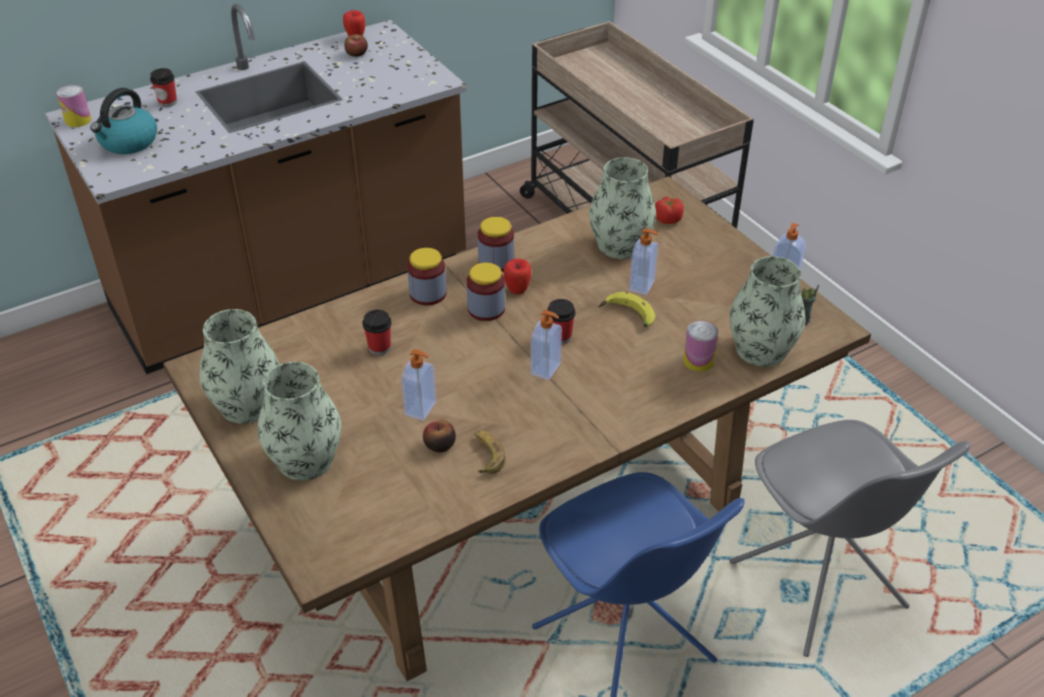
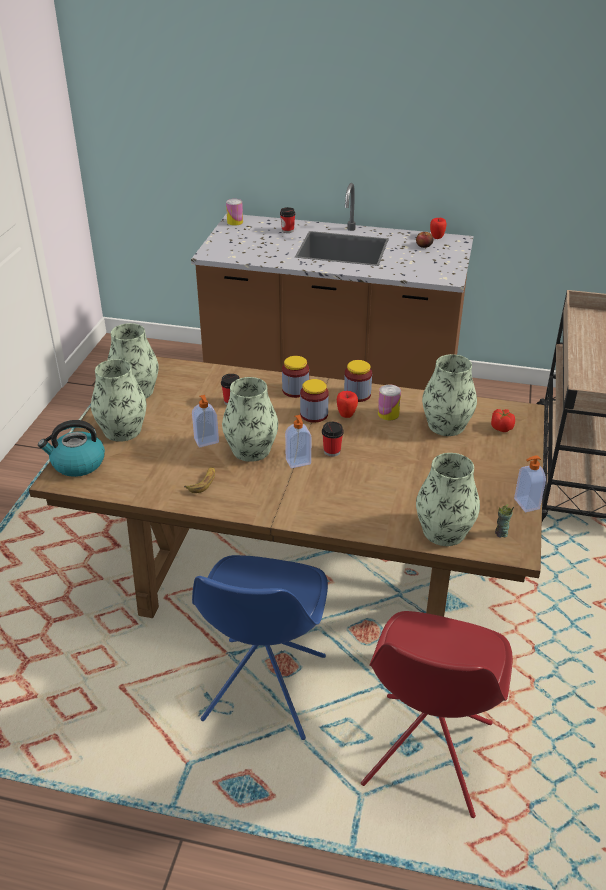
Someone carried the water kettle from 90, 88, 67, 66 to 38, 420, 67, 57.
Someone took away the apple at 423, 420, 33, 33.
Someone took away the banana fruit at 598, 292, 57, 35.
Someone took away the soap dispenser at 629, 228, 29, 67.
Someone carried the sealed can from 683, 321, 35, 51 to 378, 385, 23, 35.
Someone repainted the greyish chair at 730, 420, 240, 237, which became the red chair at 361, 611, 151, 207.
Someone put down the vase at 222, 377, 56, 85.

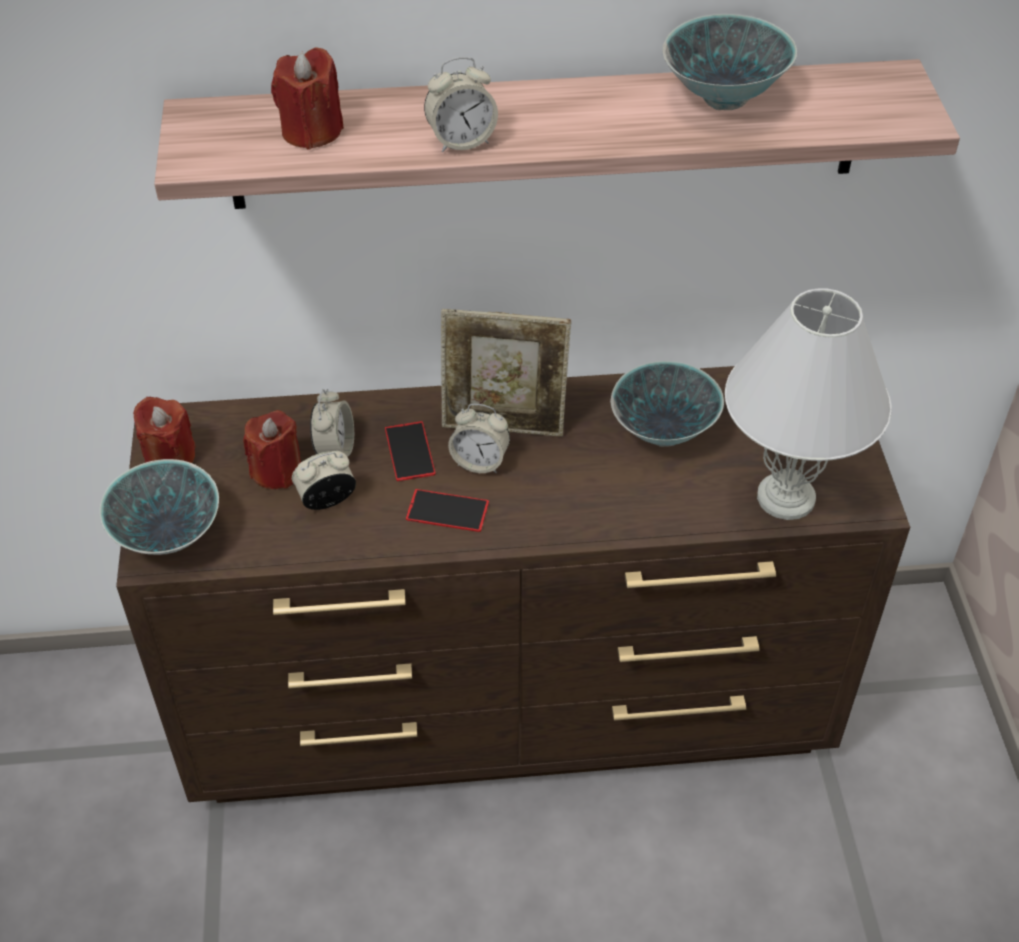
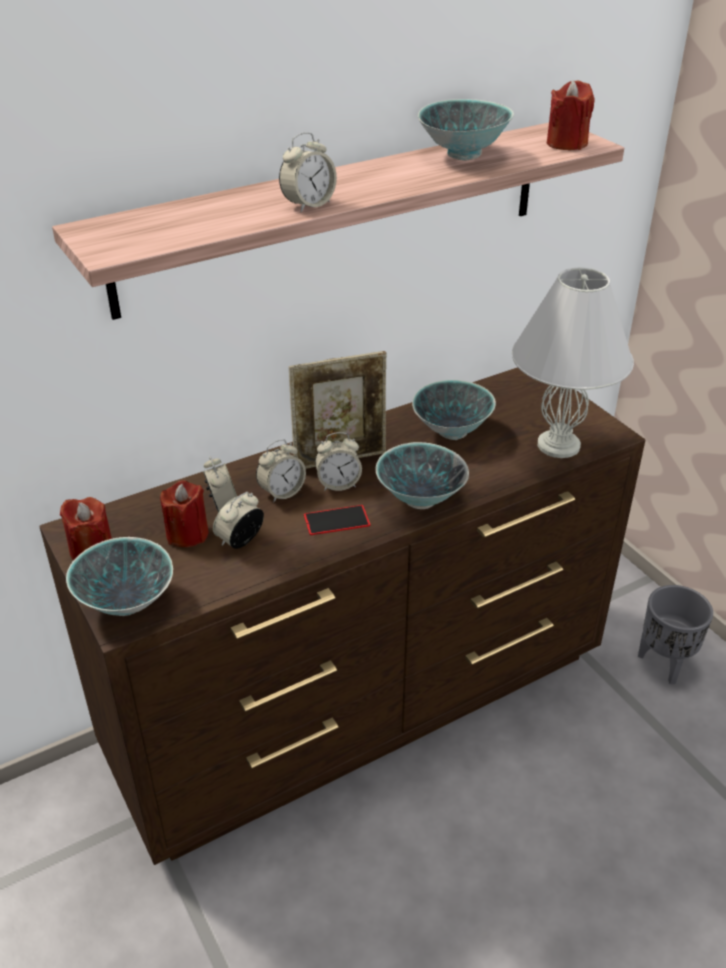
Someone carried the red candle from 271, 48, 73, 102 to 547, 80, 48, 70.
Someone swapped the handset at 385, 421, 51, 60 for the alarm clock at 256, 439, 50, 64.
Someone put down the bowl at 376, 442, 93, 67.
Someone put down the greyish flower pot at 638, 585, 75, 99.

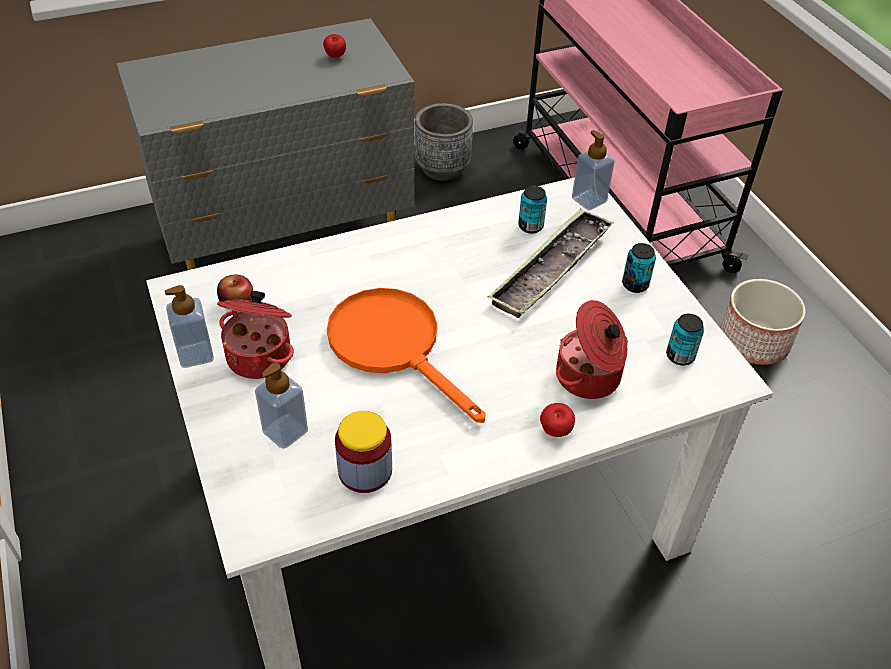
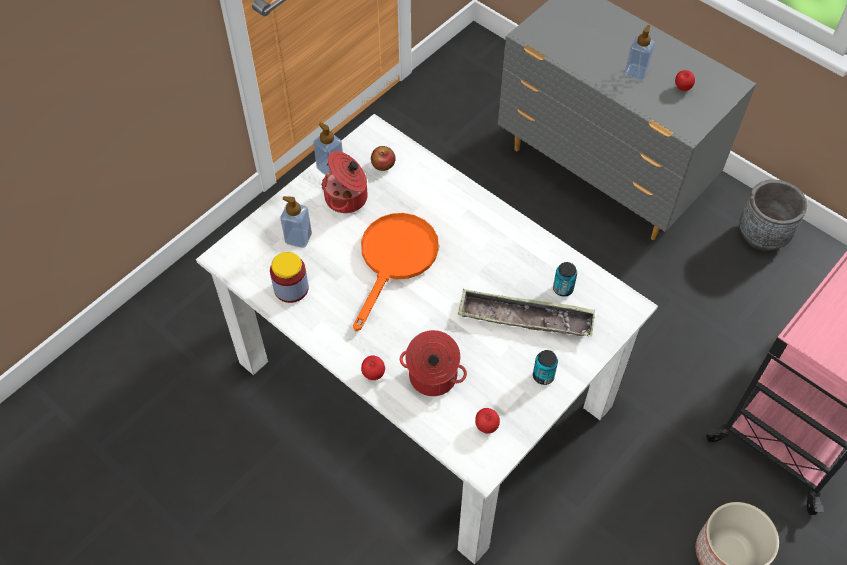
Someone carried the soap dispenser from 572, 130, 43, 80 to 625, 25, 30, 55.
Someone swapped the sealed can at 666, 314, 38, 51 for the apple at 475, 408, 25, 26.

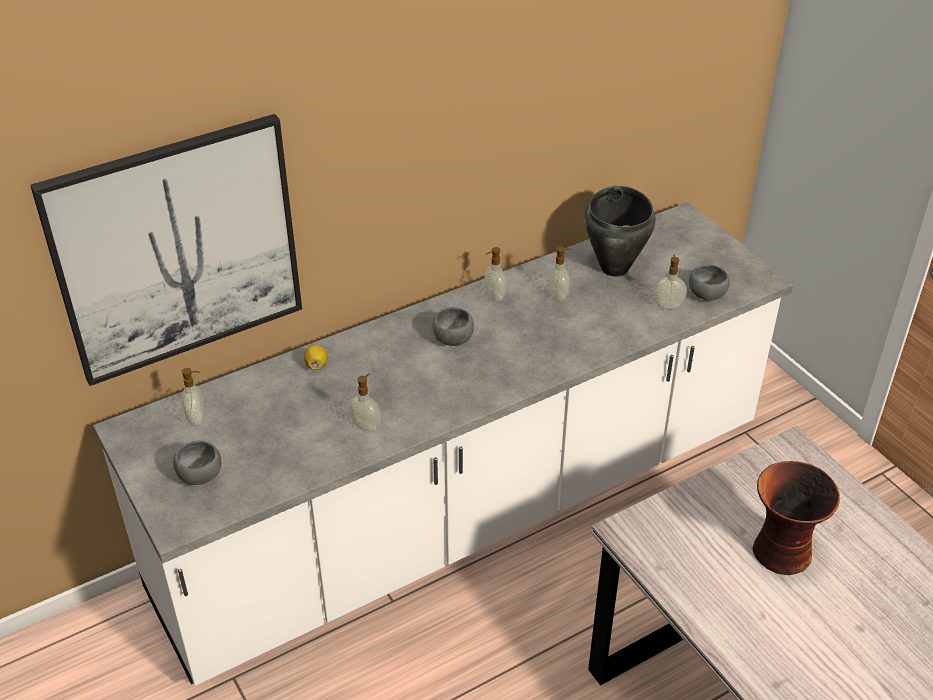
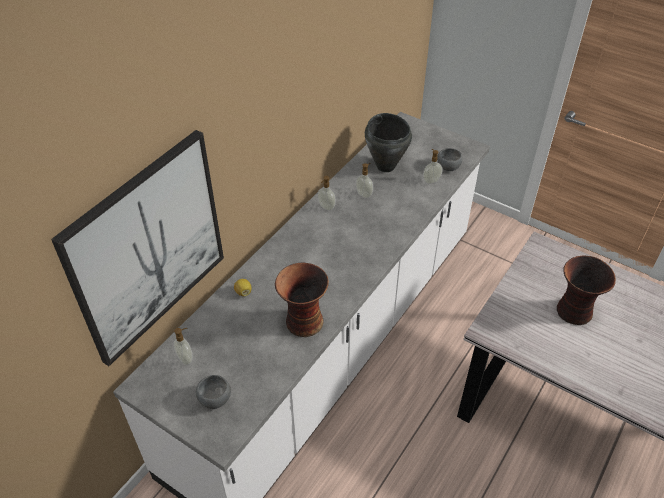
Someone swapped the soap dispenser at 349, 374, 32, 58 for the vase at 275, 263, 54, 74.
Someone took away the greyish bowl at 432, 307, 42, 39.

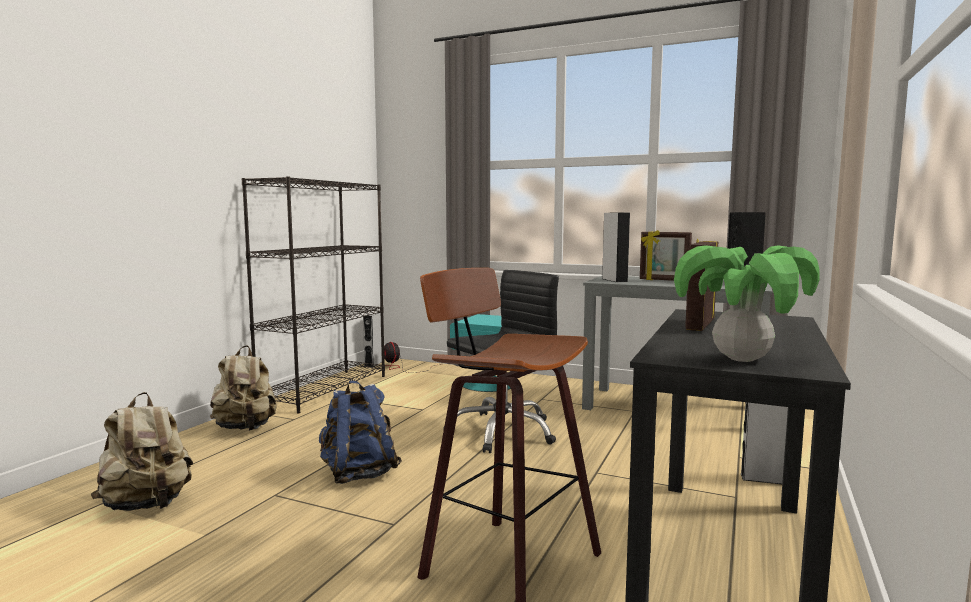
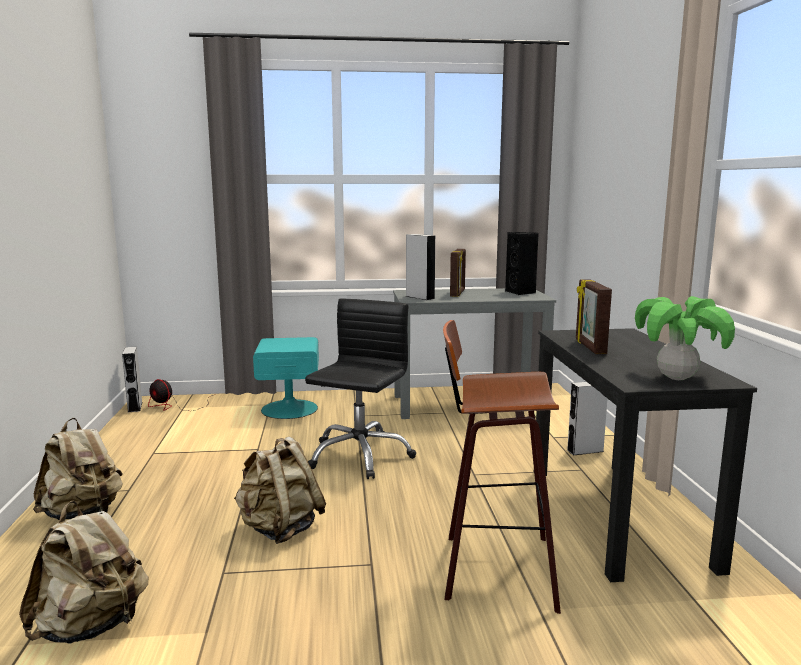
Someone took away the black-coloured shelving unit at 242, 176, 143, 238.
Someone repainted the bluish knapsack at 319, 381, 83, 103, which became the beige knapsack at 234, 437, 92, 107.
Someone rotated the picture frame at 640, 230, 52, 51 by 75 degrees counterclockwise.

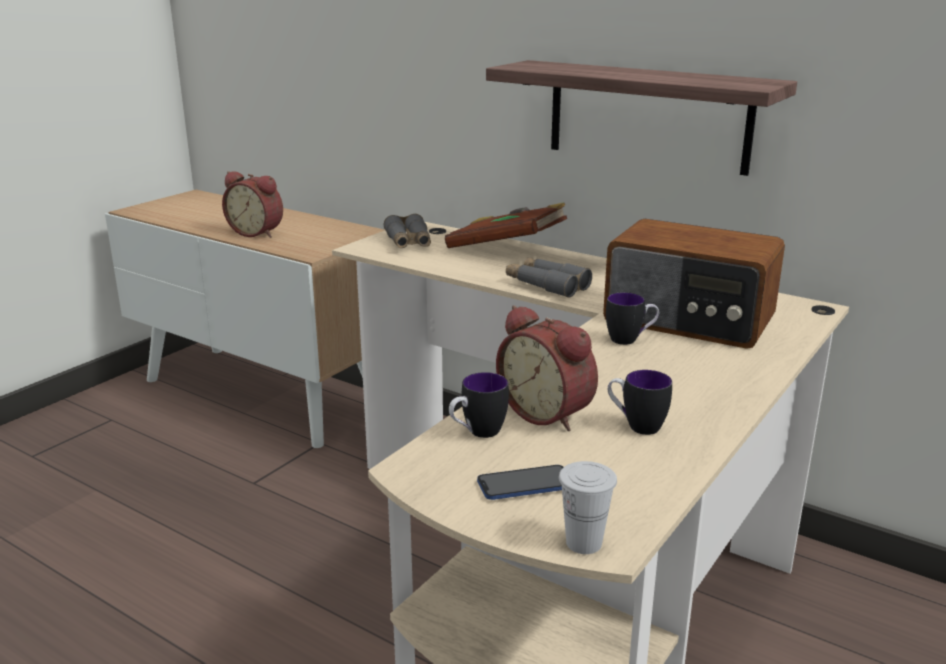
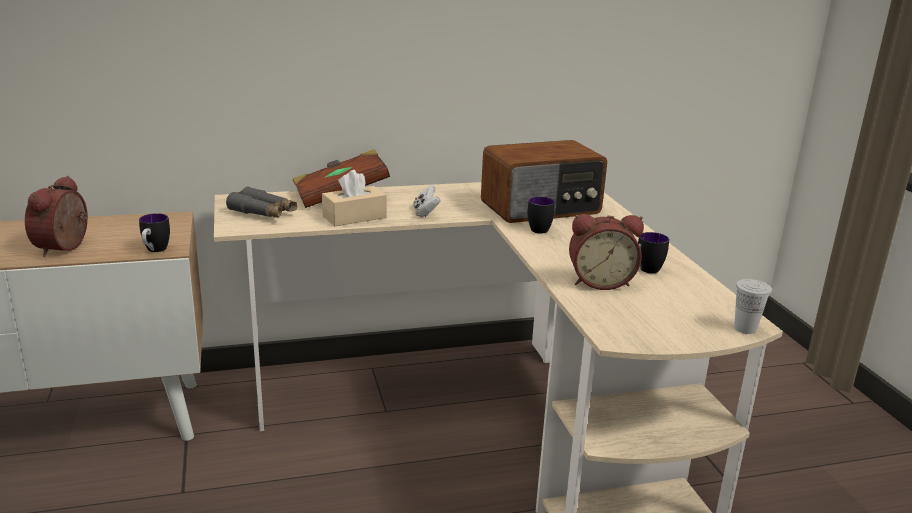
Someone rotated the alarm clock at 222, 171, 61, 67 by 120 degrees clockwise.
Someone carried the mug from 449, 372, 60, 66 to 139, 213, 31, 39.
Someone took away the handset at 477, 465, 86, 35.
Someone took away the shelf at 486, 60, 311, 116.
Someone swapped the greyish field glasses at 506, 258, 86, 40 for the white gamepad at 413, 185, 28, 32.
Someone put down the beige box of tissues at 322, 170, 65, 56.

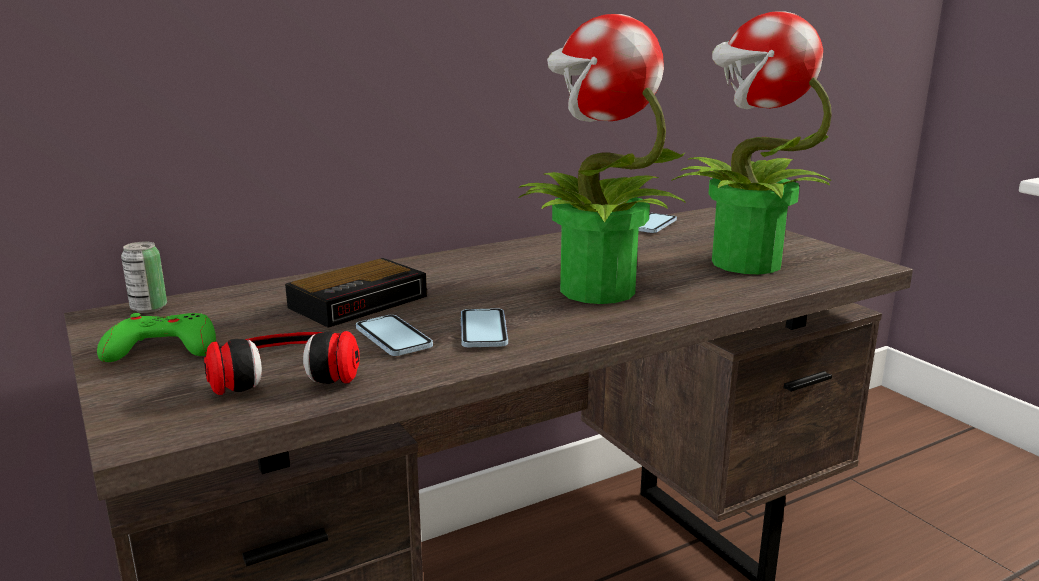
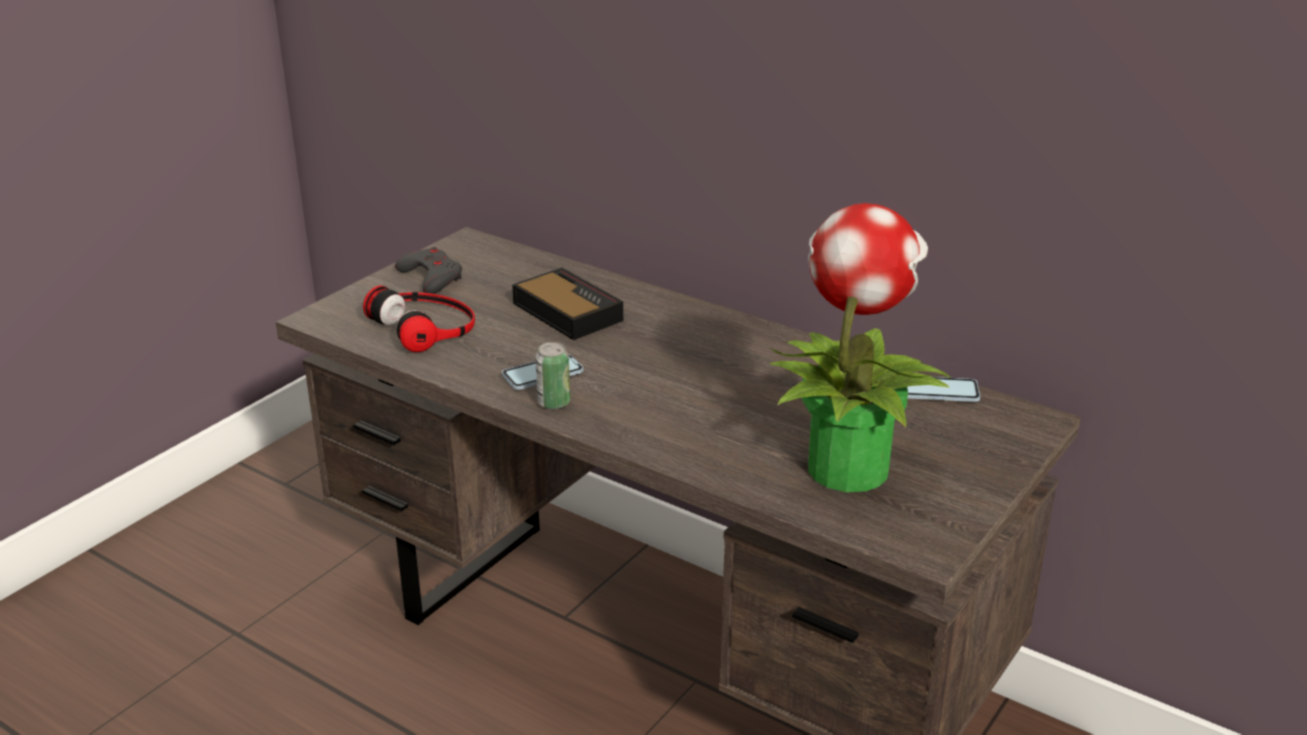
Someone repainted the greenish gamepad at 97, 313, 119, 49, which became the greyish gamepad at 395, 247, 67, 47.
Someone carried the sealed can from 121, 241, 46, 72 to 535, 342, 35, 68.
Someone rotated the alarm clock at 285, 258, 142, 70 by 150 degrees counterclockwise.
Someone took away the handset at 356, 315, 77, 41.
Someone took away the houseplant at 518, 14, 168, 290.

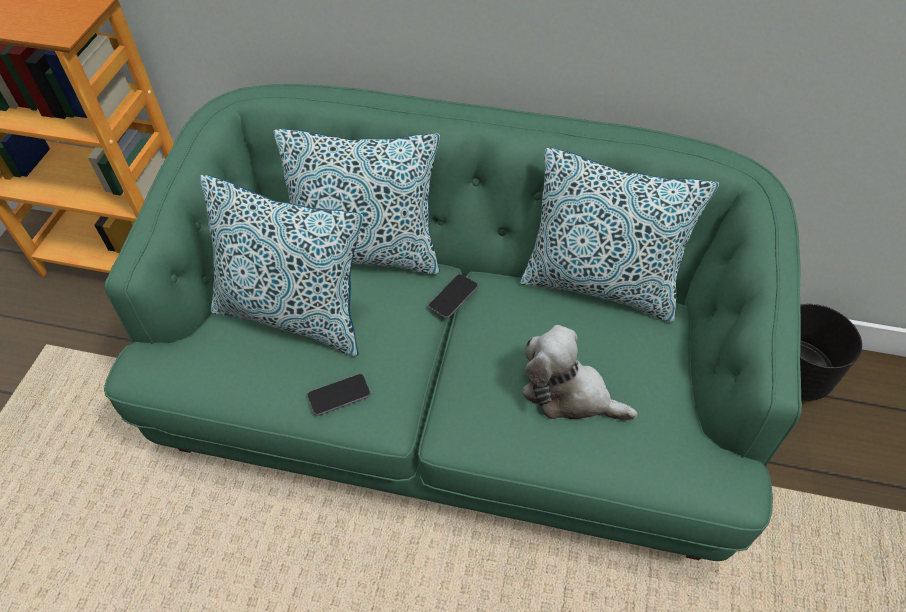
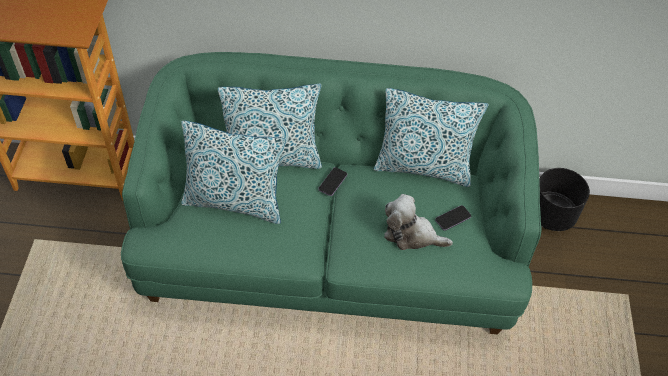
Someone carried the handset from 307, 374, 64, 42 to 435, 205, 36, 26.

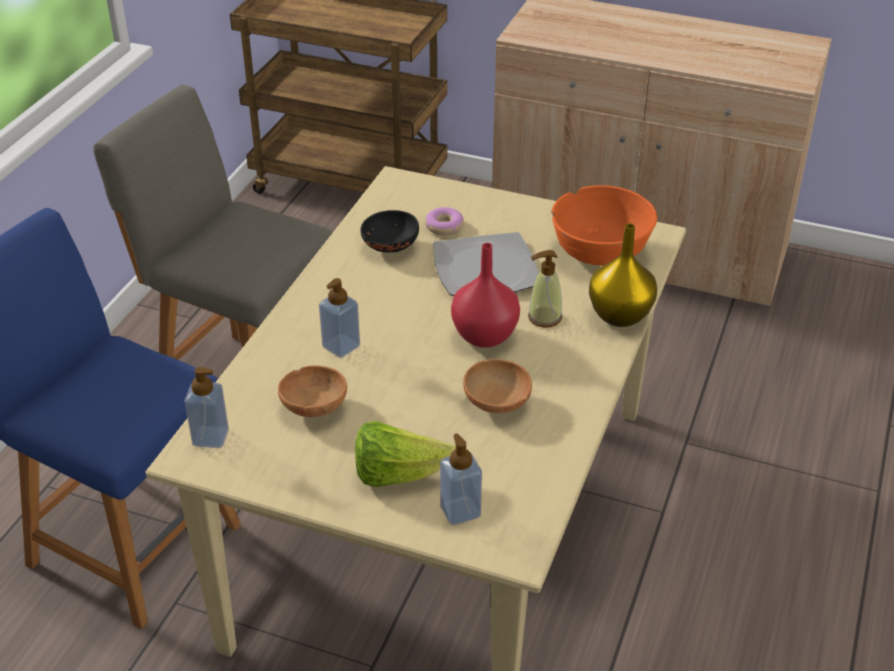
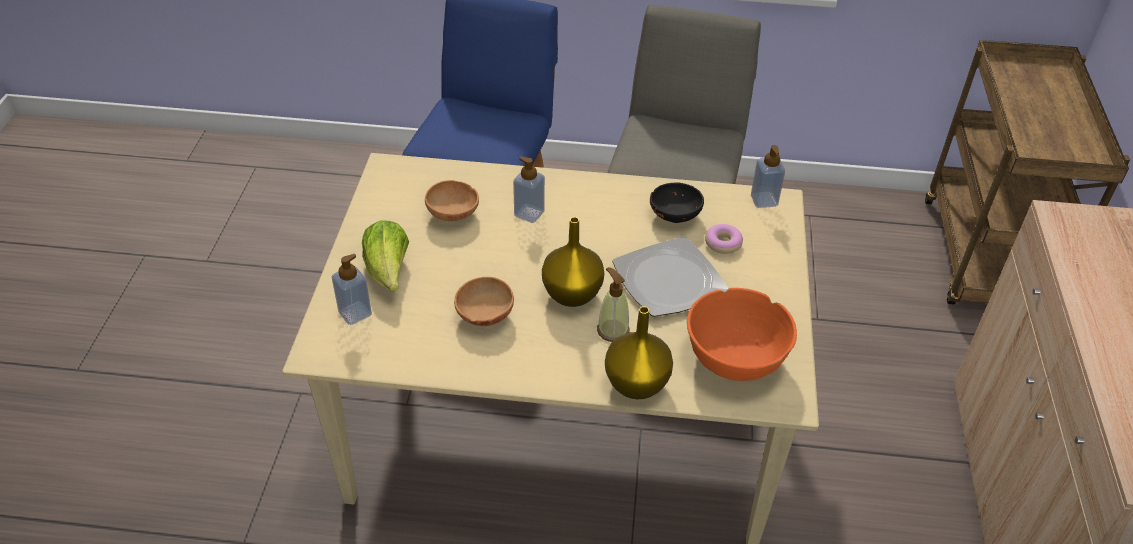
Someone carried the soap dispenser from 184, 367, 45, 81 to 751, 145, 34, 63.
Someone repainted the red vase at 451, 243, 69, 105, which became the yellow-coloured vase at 542, 217, 62, 90.

